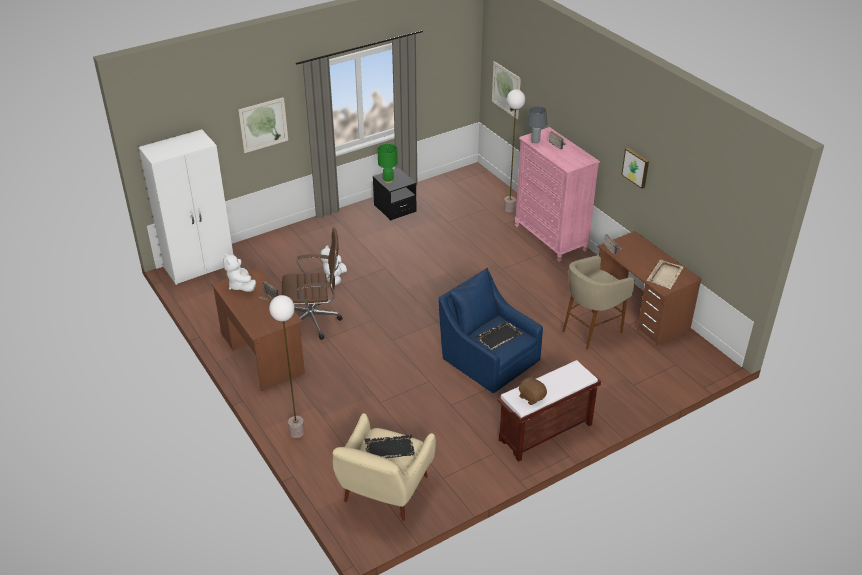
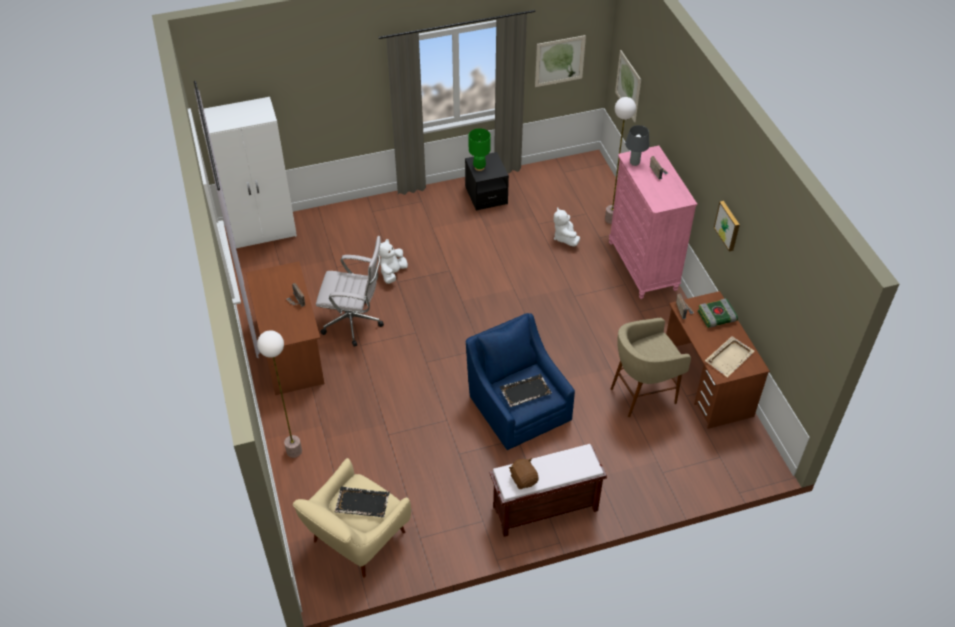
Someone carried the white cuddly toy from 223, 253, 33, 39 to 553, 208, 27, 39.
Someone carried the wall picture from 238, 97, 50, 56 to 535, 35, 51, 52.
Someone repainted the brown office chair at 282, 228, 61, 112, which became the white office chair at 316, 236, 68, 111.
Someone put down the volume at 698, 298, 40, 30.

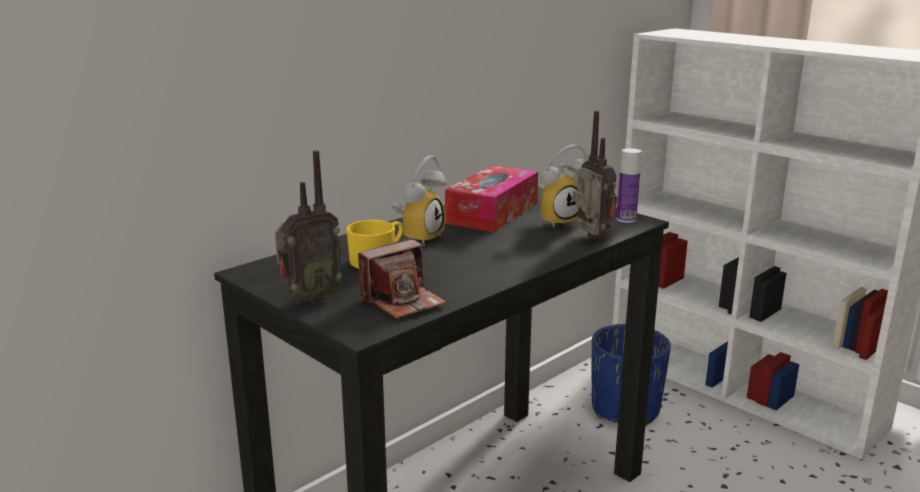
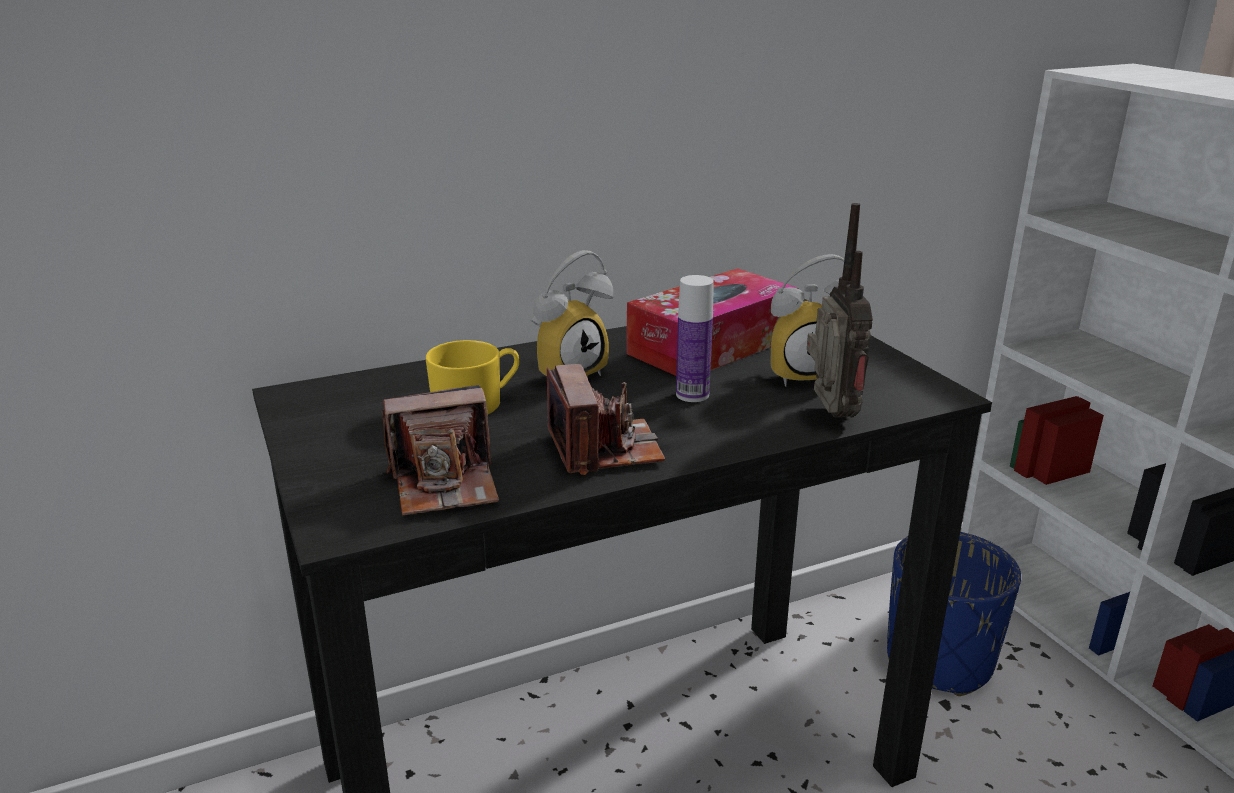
Someone took away the radio receiver at 275, 150, 67, 153.
Someone carried the beverage bottle from 617, 148, 24, 75 to 676, 275, 38, 127.
Someone put down the still camera at 547, 364, 118, 111.

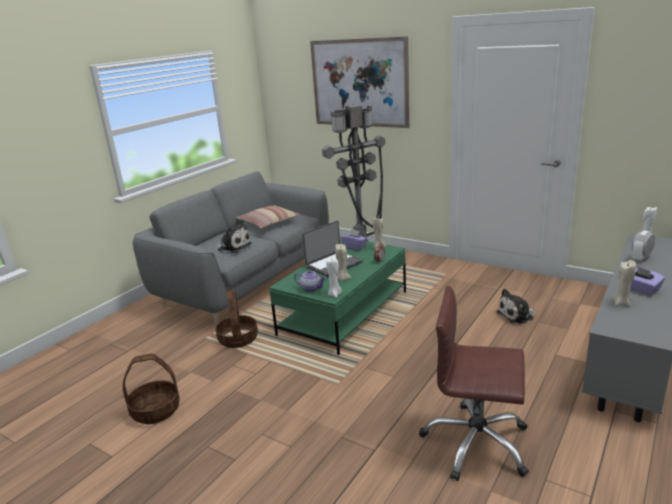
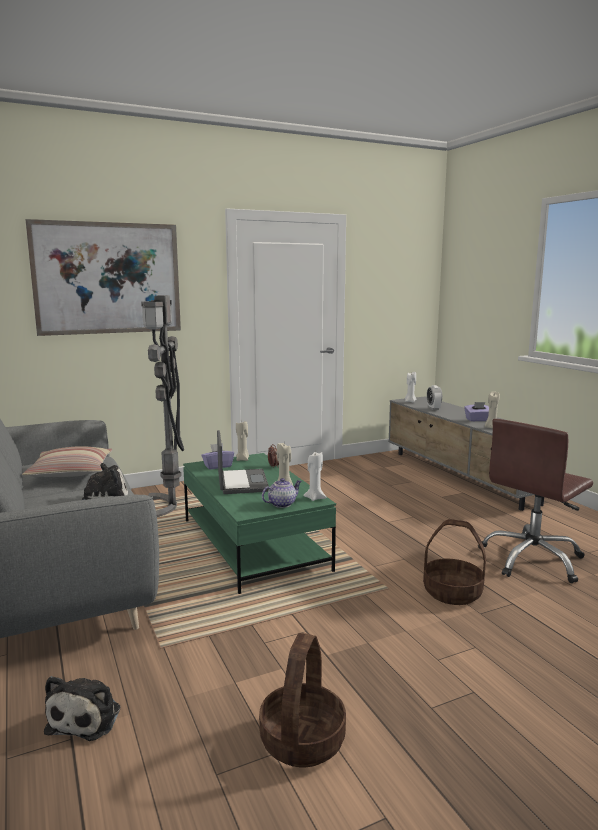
Someone carried the storage basket from 215, 290, 43, 58 to 423, 519, 63, 86.
Someone carried the cuddly toy from 496, 289, 39, 35 to 44, 676, 76, 65.

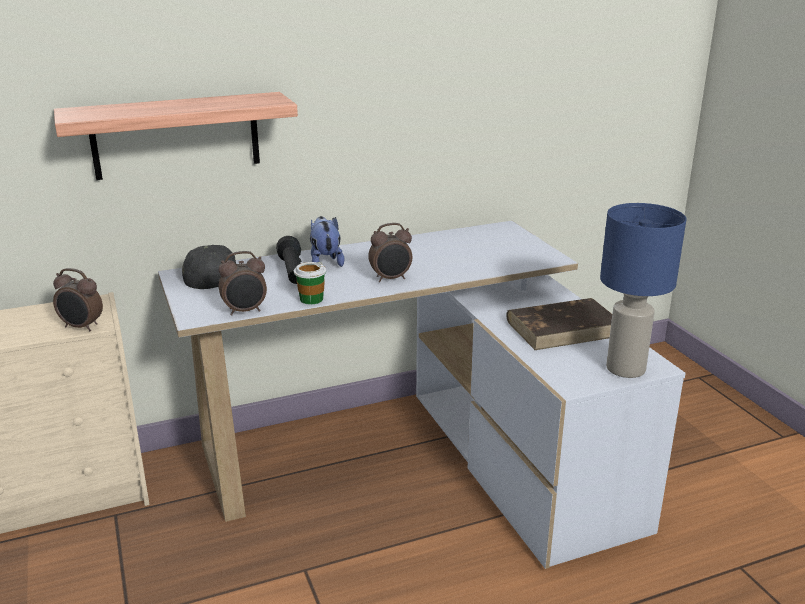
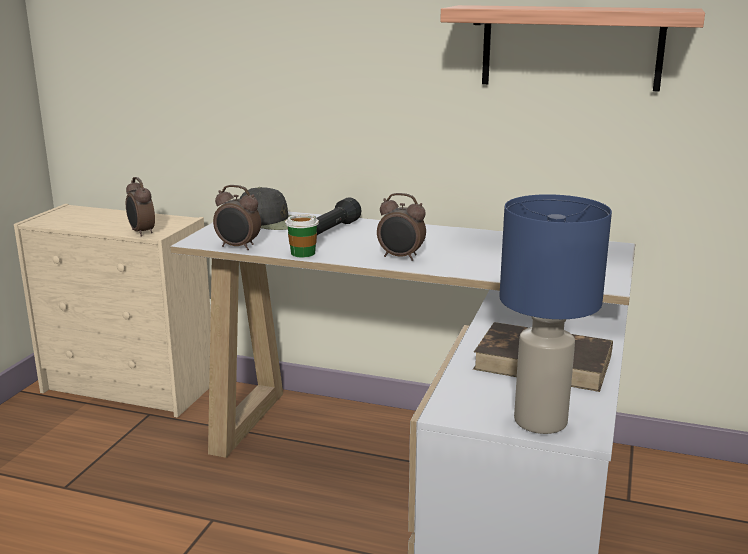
Someone carried the shelf from 54, 92, 244, 88 to 440, 5, 265, 87.
Someone took away the cuddly toy at 310, 216, 34, 51.

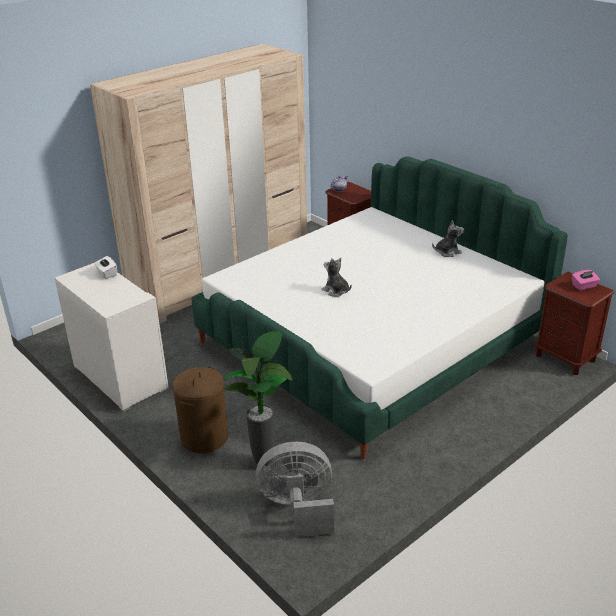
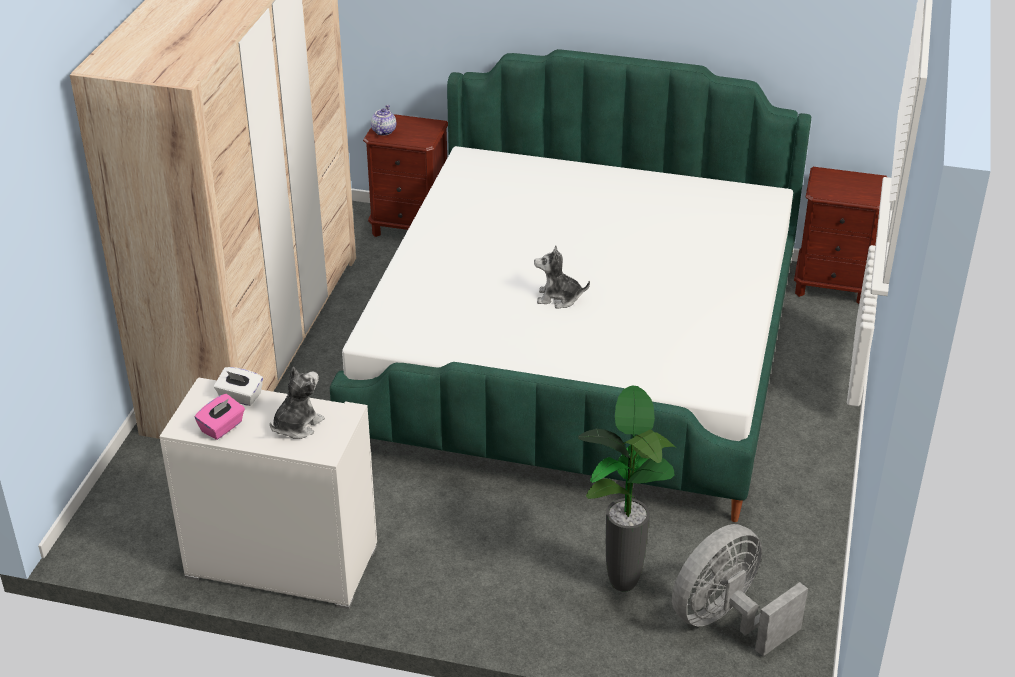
Someone took away the brown laundry basket at 172, 366, 56, 87.
Someone carried the cuddly toy from 432, 220, 32, 37 to 270, 367, 55, 72.
Someone carried the pink-coloured box of tissues from 572, 270, 28, 20 to 195, 394, 50, 46.

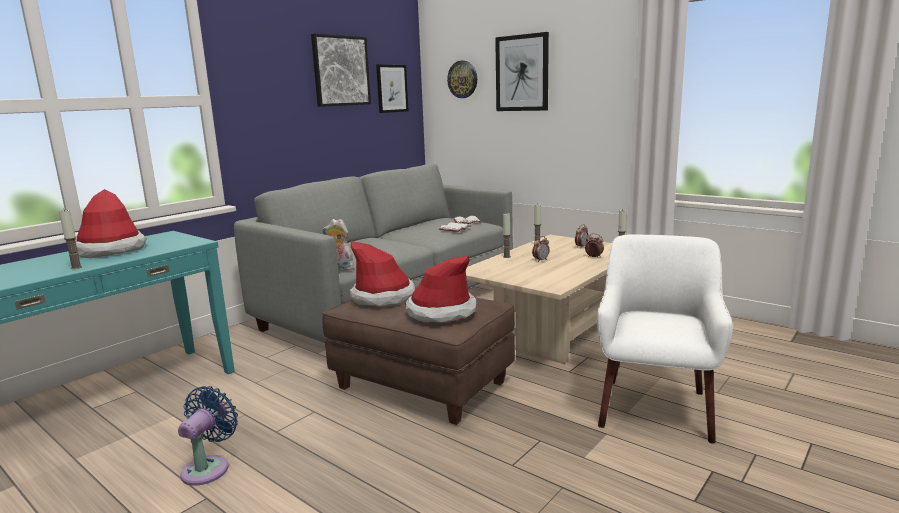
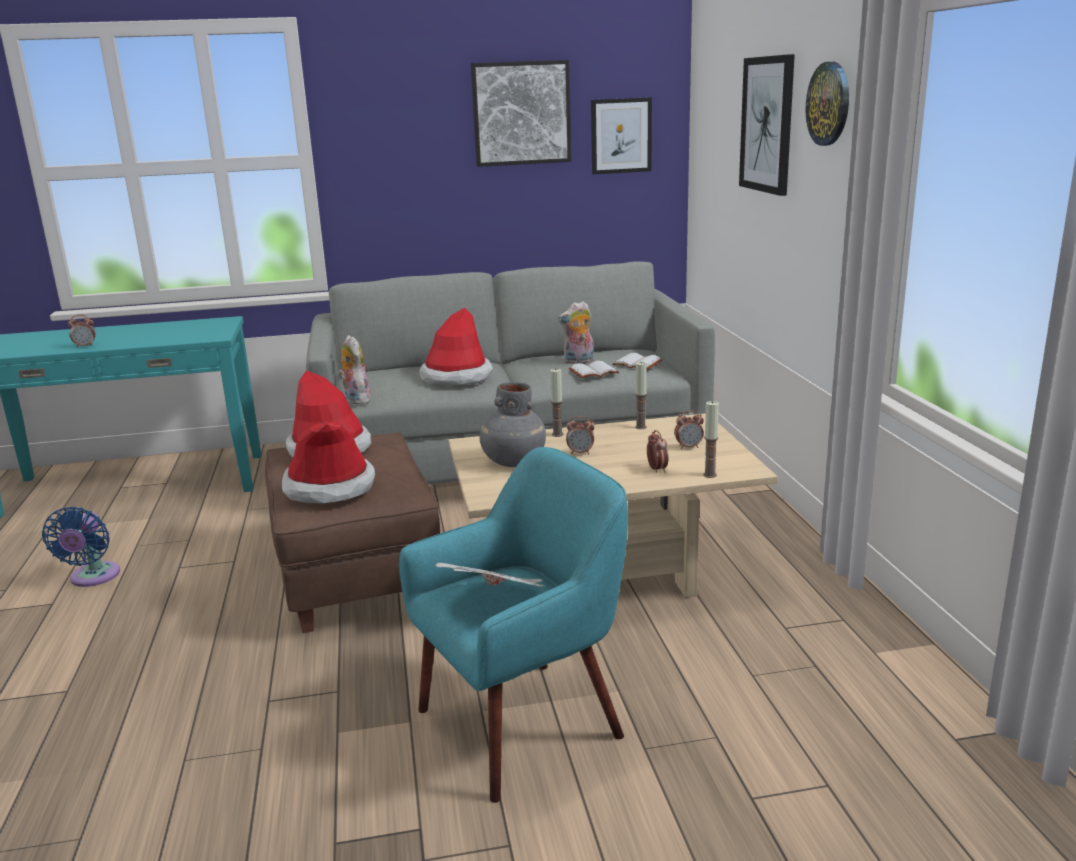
Someone swapped the candle at 59, 210, 23, 59 for the alarm clock at 68, 315, 28, 33.
Someone carried the hat from 75, 189, 72, 69 to 419, 308, 74, 78.
Someone rotated the bluish cooling fan at 178, 386, 60, 100 by 120 degrees clockwise.
Someone carried the wall clock from 447, 61, 30, 37 to 806, 62, 43, 84.
Someone repainted the white armchair at 597, 235, 136, 209, which became the turquoise-coloured armchair at 399, 447, 229, 356.
Someone put down the daily paper at 436, 563, 108, 25.
Someone put down the greyish vase at 479, 382, 67, 85.
Someone put down the cuddly toy at 558, 301, 36, 63.

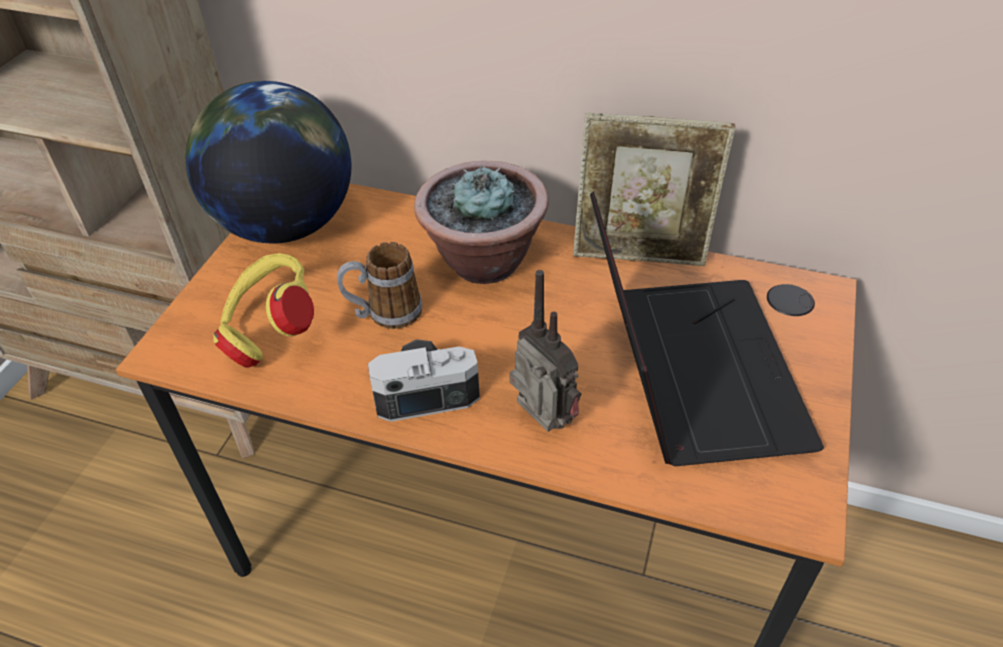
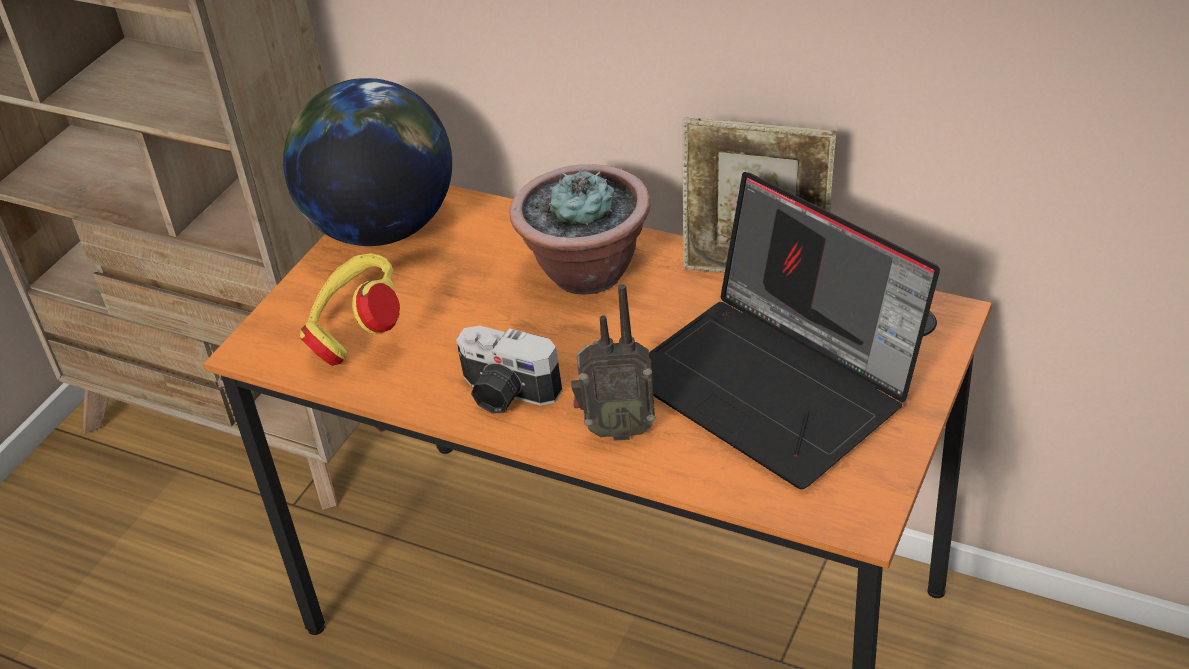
Someone took away the mug at 337, 242, 85, 87.
Someone rotated the still camera at 368, 339, 112, 83 by 150 degrees counterclockwise.
Someone rotated the radio receiver at 510, 270, 71, 162 by 120 degrees clockwise.
Someone rotated the portable computer at 590, 191, 234, 275 by 135 degrees clockwise.

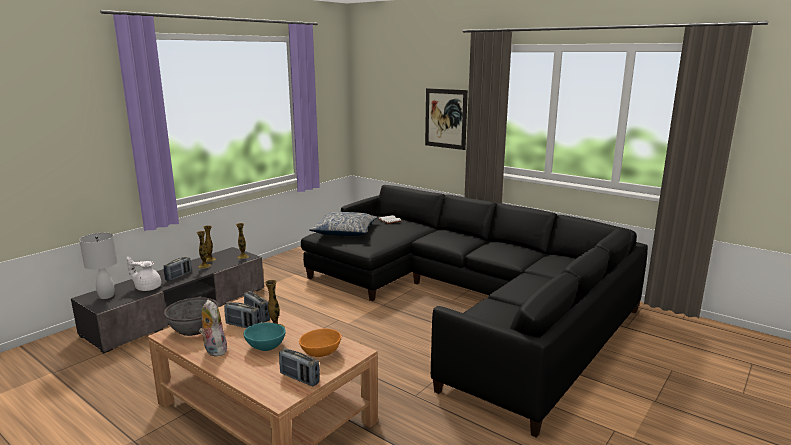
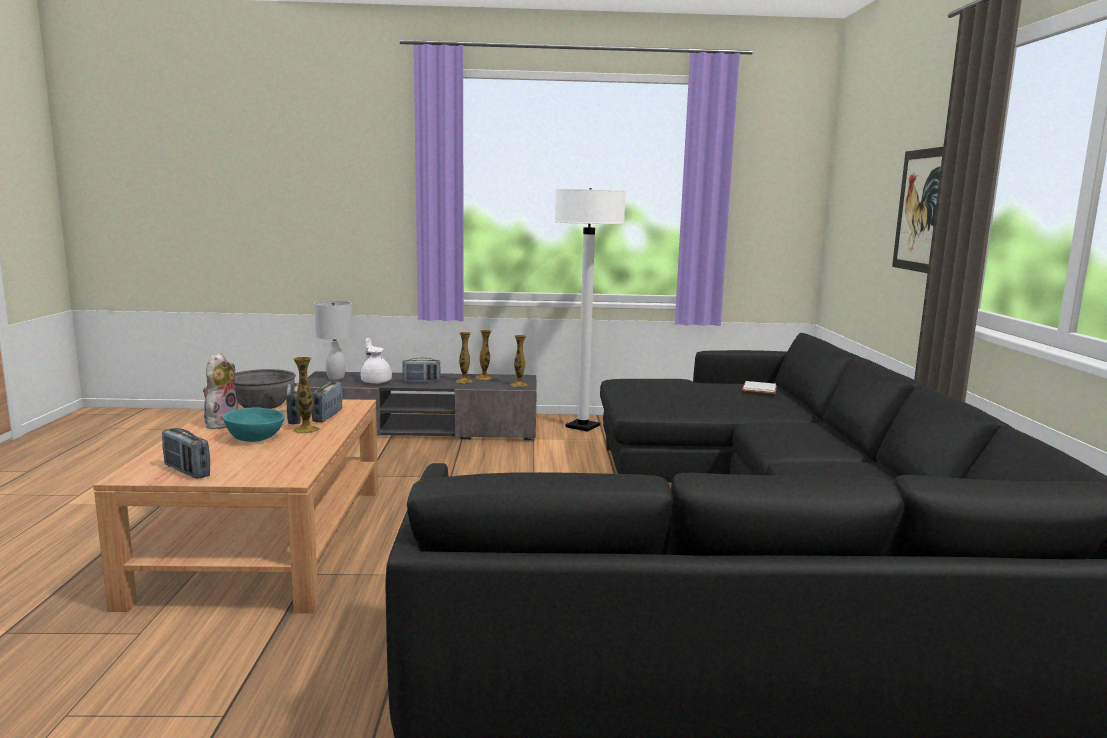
Someone rotated the radio receiver at 279, 348, 41, 38 by 45 degrees counterclockwise.
Someone took away the orange bowl at 299, 328, 42, 29.
Someone took away the pillow at 309, 212, 68, 24.
Someone put down the white standing lamp at 555, 188, 71, 244.

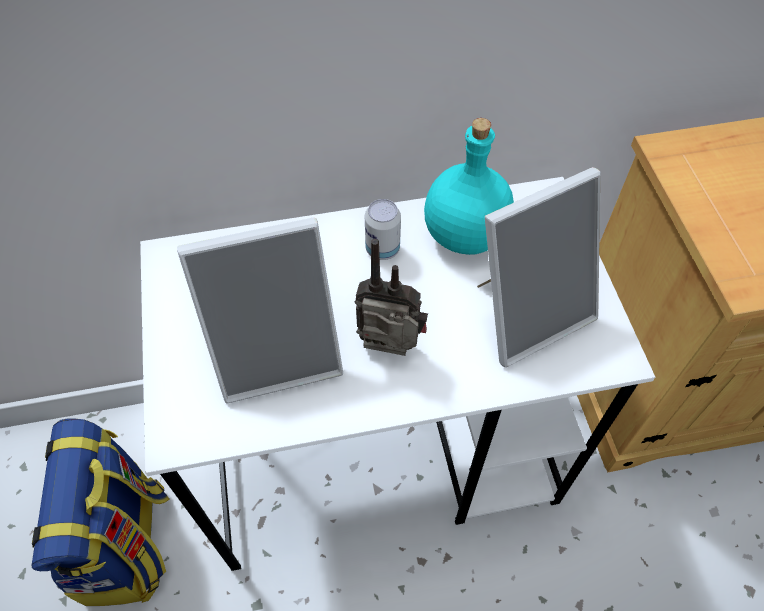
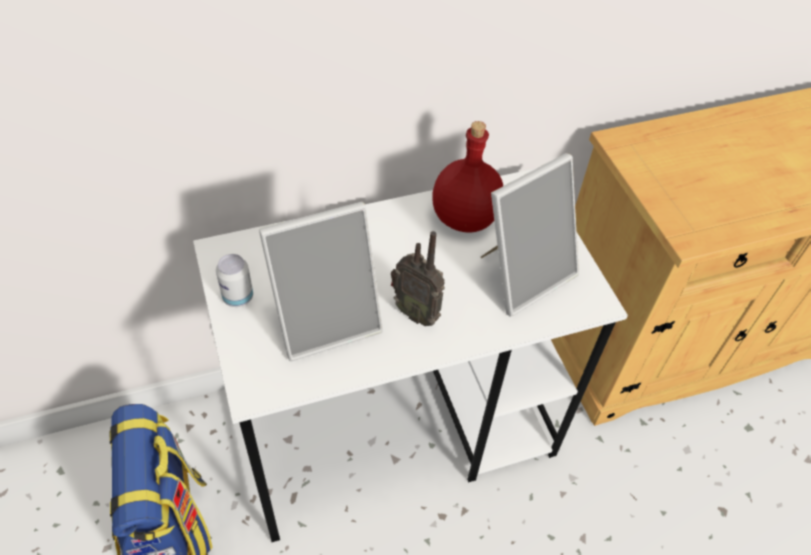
Someone rotated the radio receiver at 355, 239, 73, 117 by 150 degrees counterclockwise.
Someone carried the sealed can from 365, 199, 36, 61 to 216, 254, 37, 53.
Someone repainted the turquoise-coloured beverage bottle at 424, 118, 90, 137, which became the red beverage bottle at 432, 121, 71, 112.

